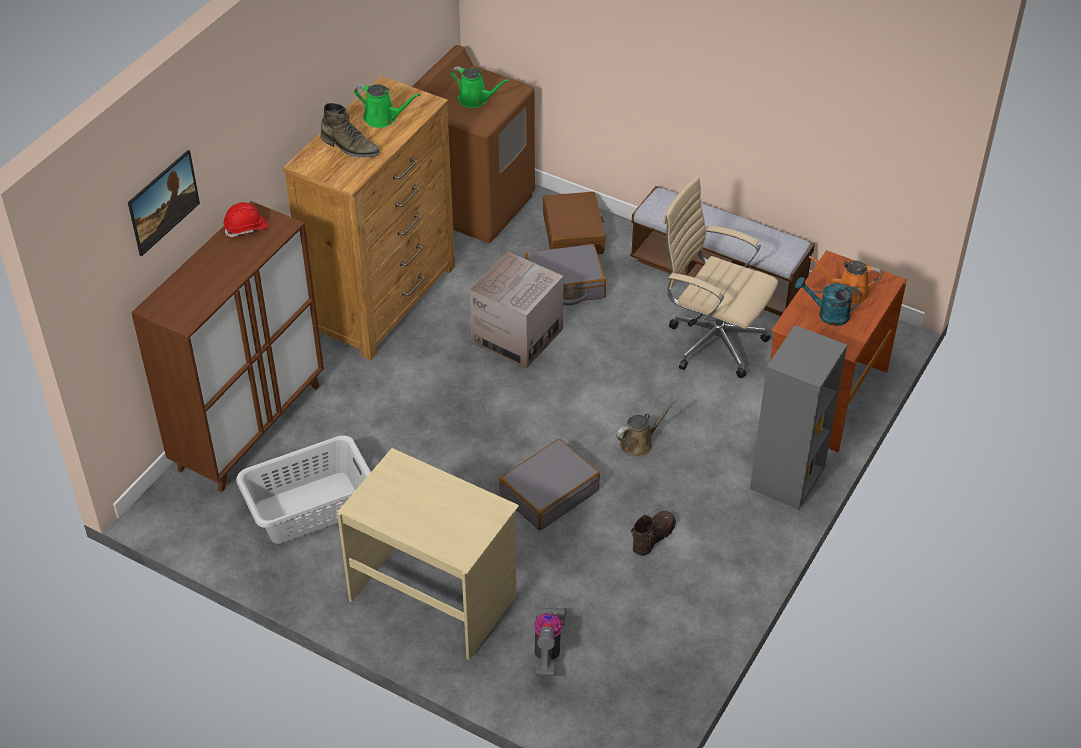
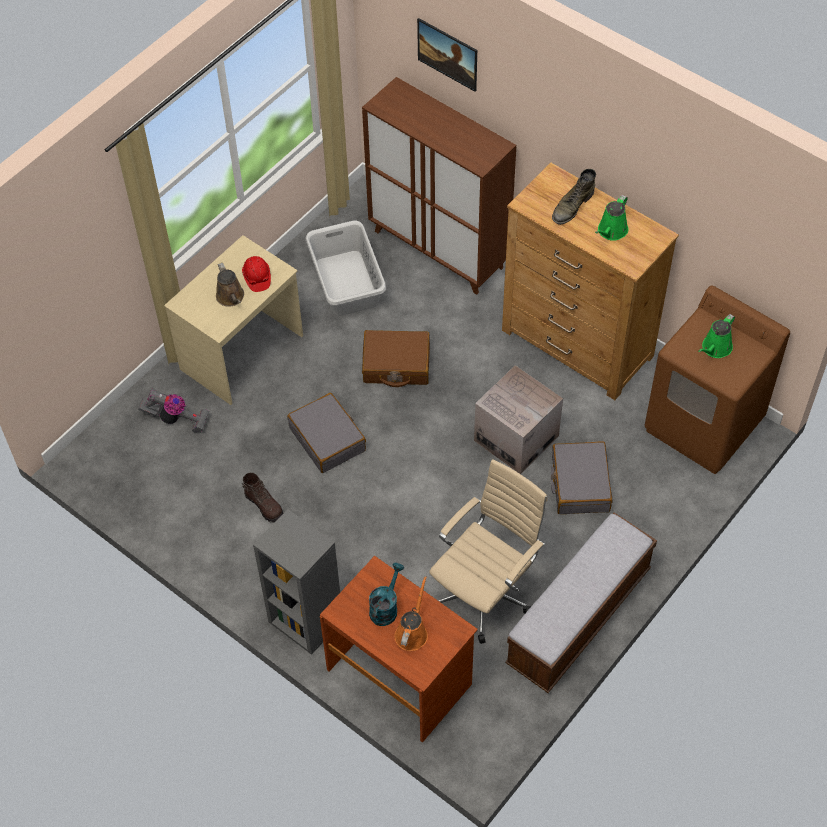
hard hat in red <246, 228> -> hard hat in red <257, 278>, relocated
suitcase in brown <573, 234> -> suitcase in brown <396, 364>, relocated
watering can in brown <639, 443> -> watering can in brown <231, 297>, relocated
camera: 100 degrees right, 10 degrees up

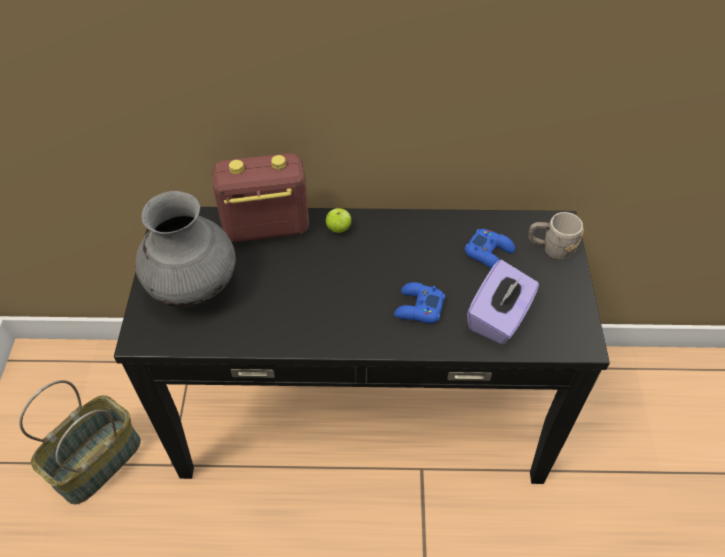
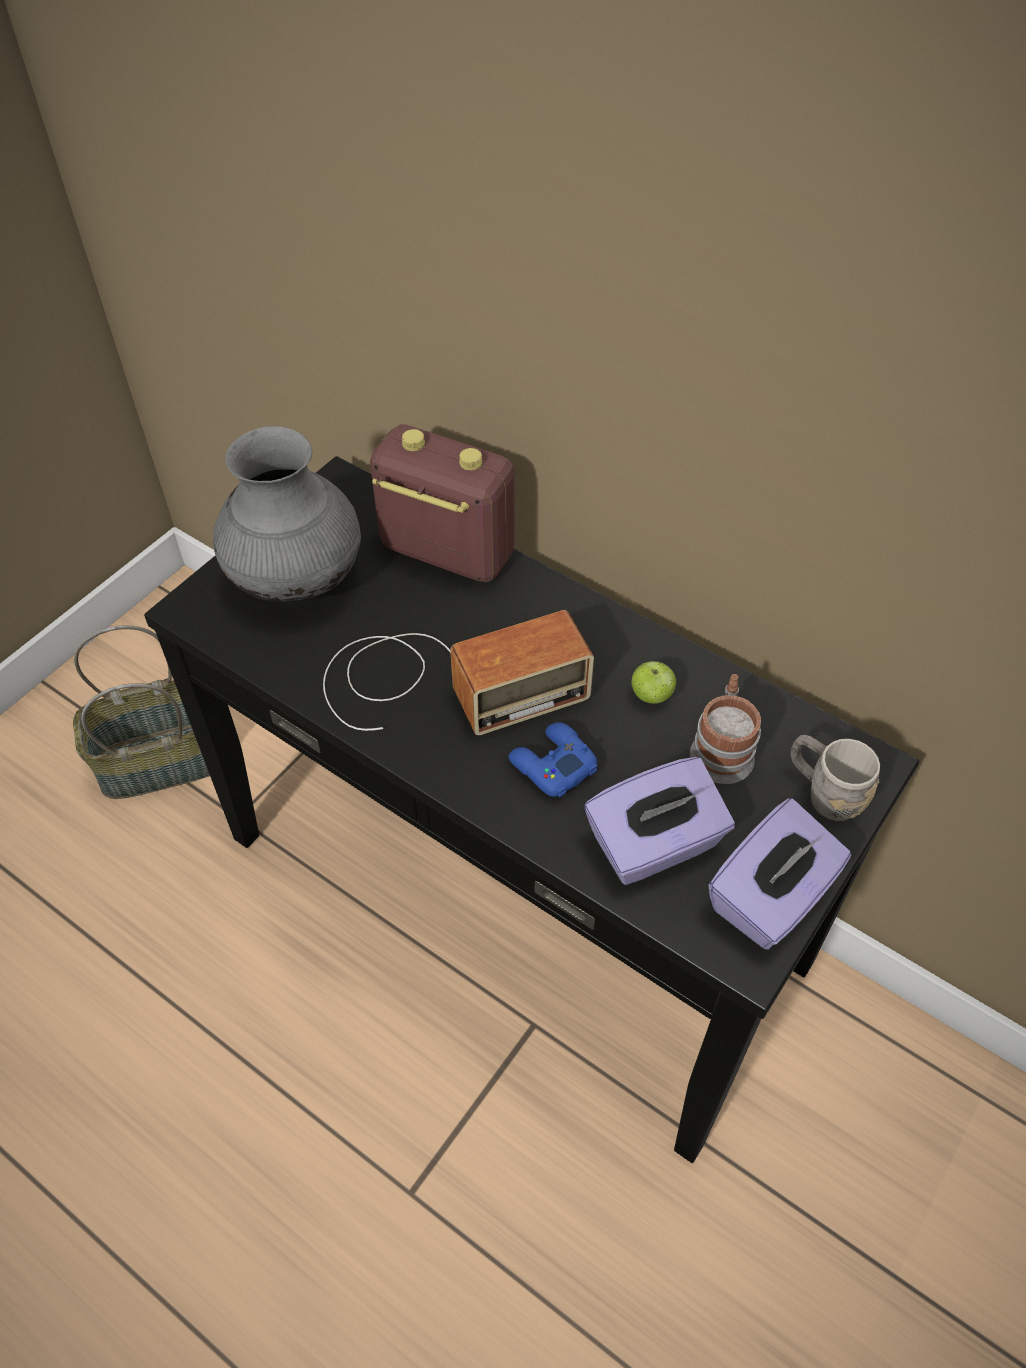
apple <338, 229> -> apple <651, 695>, relocated
game controller in blue <489, 253> -> mug <722, 748>
none -> radio <444, 682>
none -> tissue box in purple <771, 897>
camera: 35 degrees right, 0 degrees up

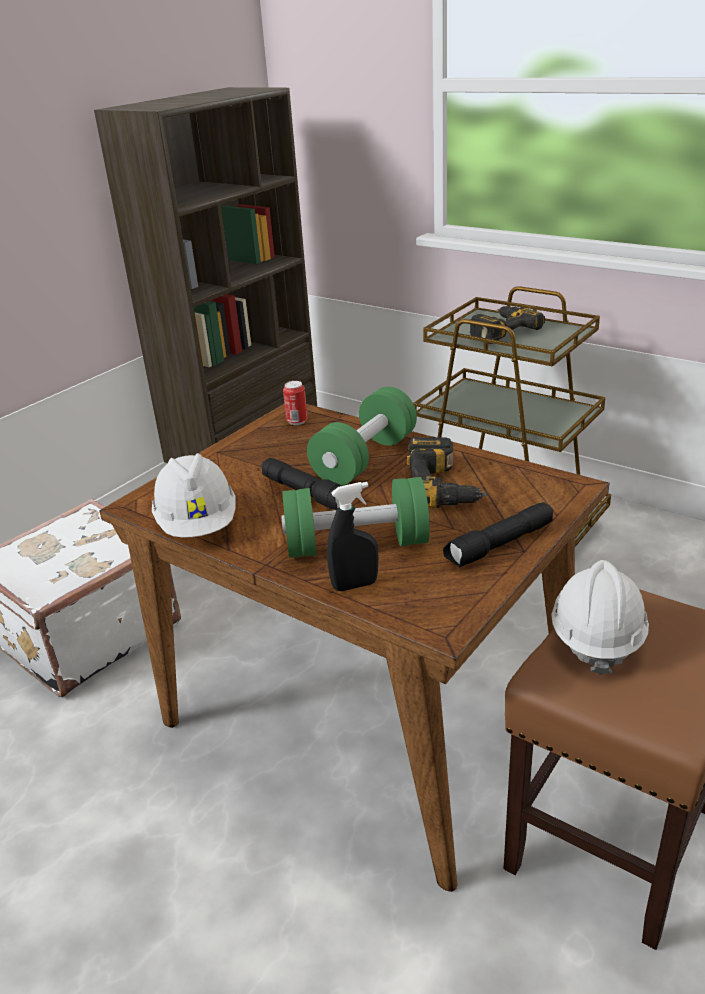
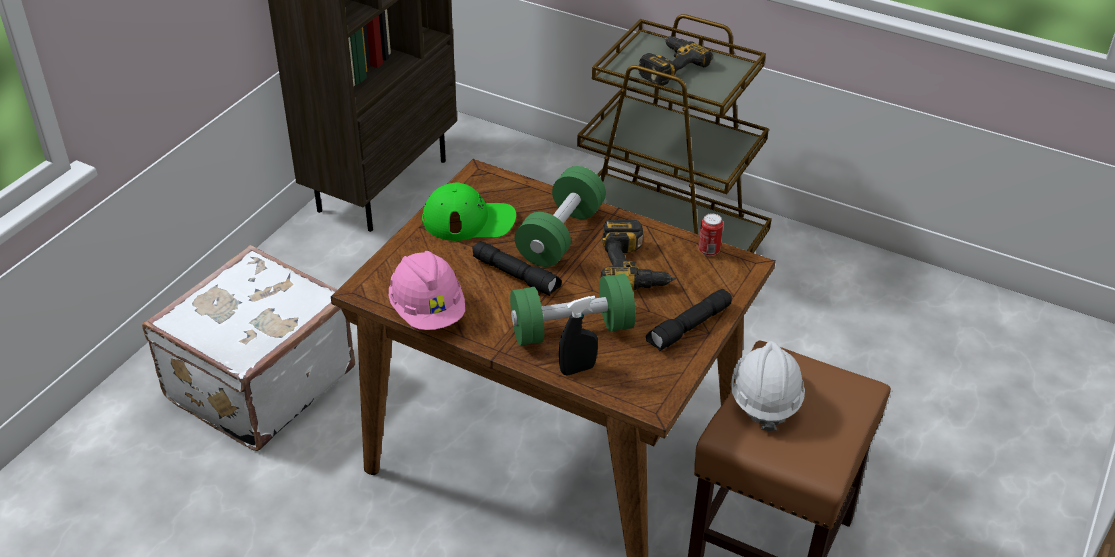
hard hat in white <198, 524> -> hard hat in pink <428, 311>
can <297, 421> -> can <708, 251>, relocated
none -> cap in green <469, 220>
camera: 10 degrees left, 10 degrees up

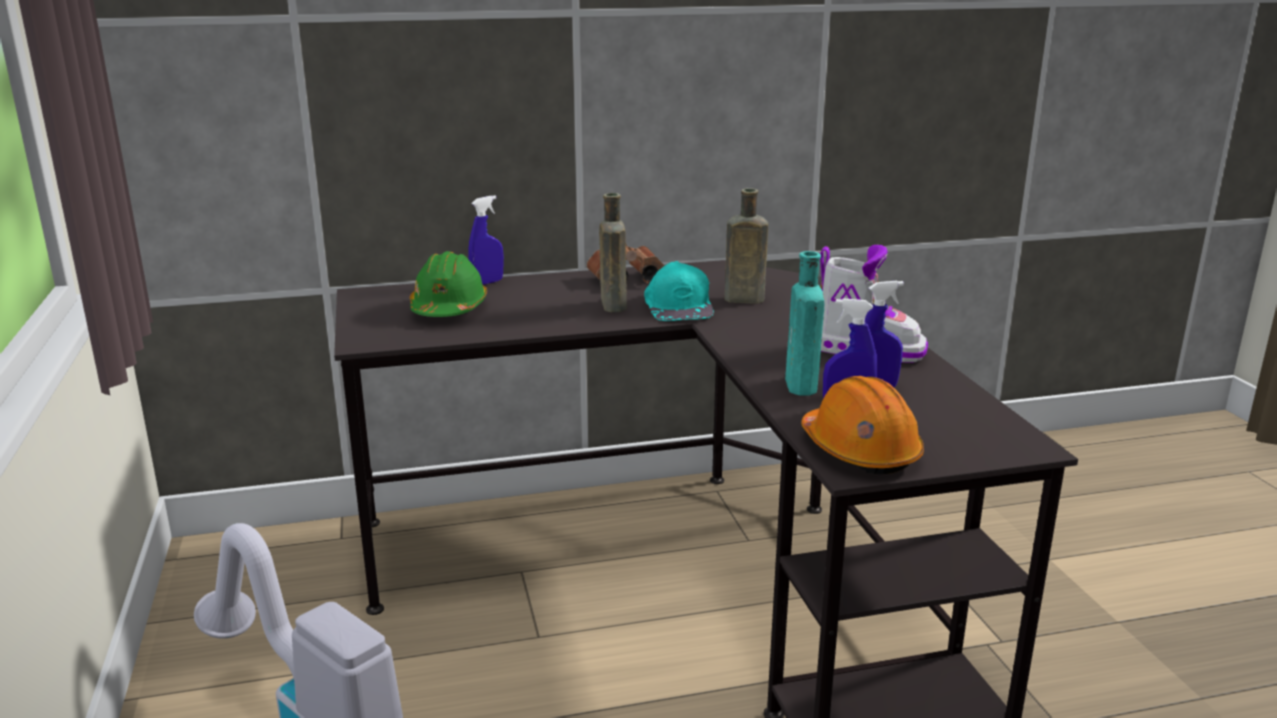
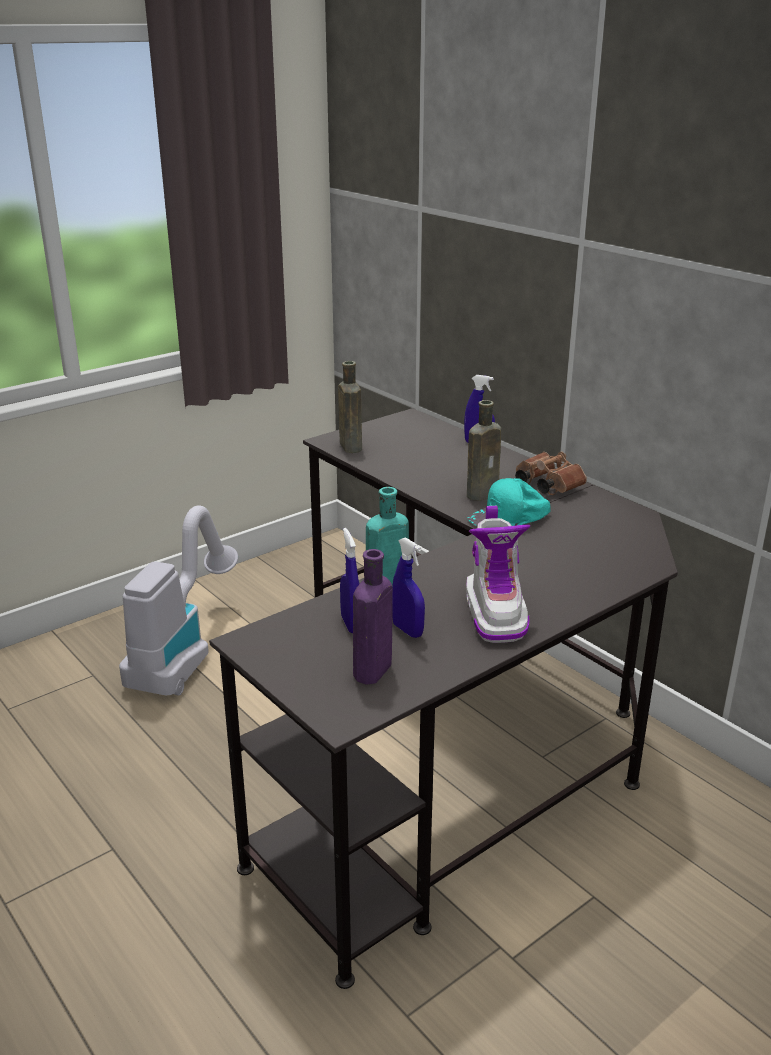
hard hat in green <448, 308> -> none
bottle in brown <741, 299> -> bottle in brown <350, 446>, relocated
hard hat in orange <860, 450> -> none
none -> bottle in purple <371, 672>
camera: 65 degrees right, 5 degrees up

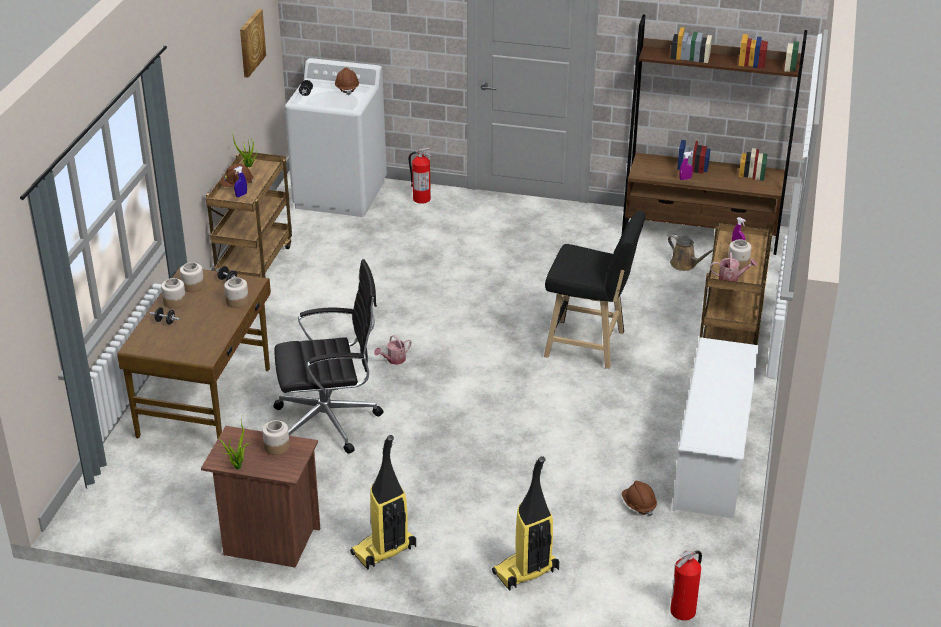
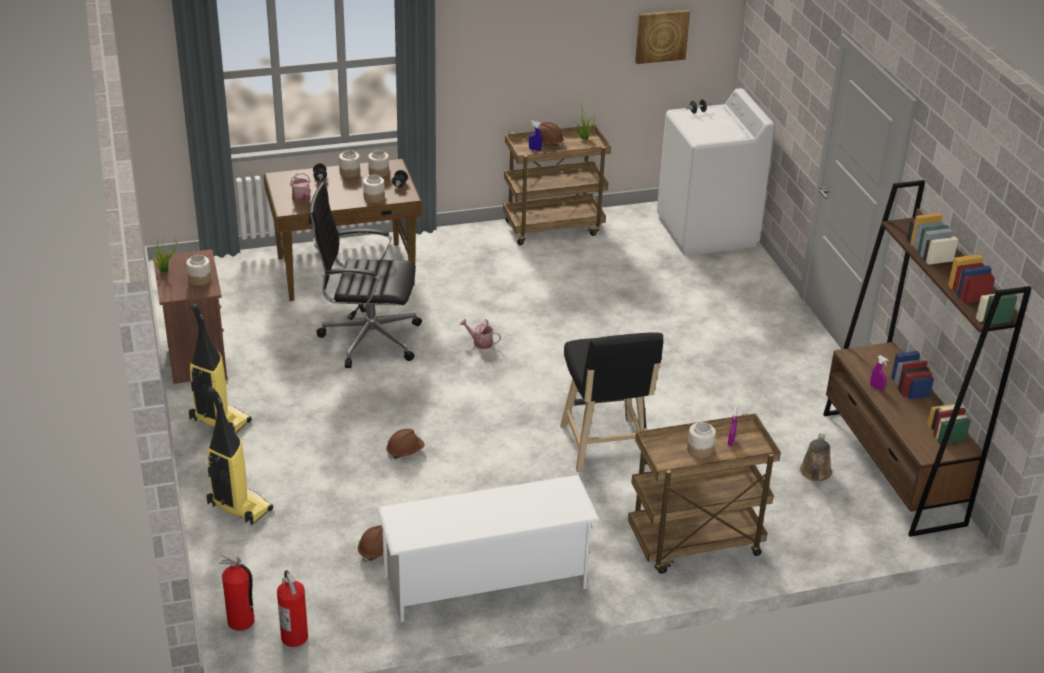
office chair in black <330, 421> -> office chair in black <367, 338>, 135 degrees clockwise
hard hat in brown <347, 89> -> hard hat in brown <405, 452>, relocated
fire extinguisher <421, 199> -> fire extinguisher <295, 637>, relocated
watering can <731, 278> -> watering can <302, 199>, relocated
camera: 60 degrees right, 0 degrees up

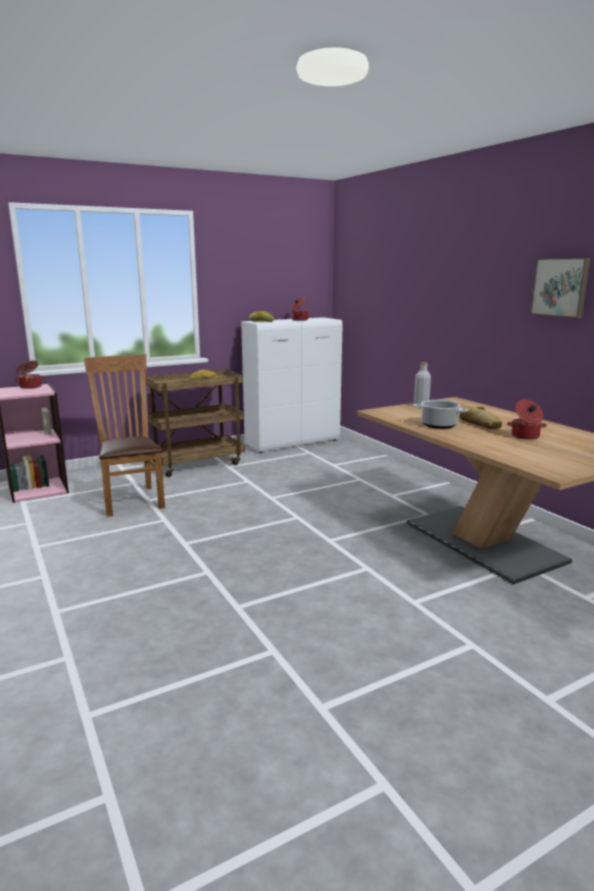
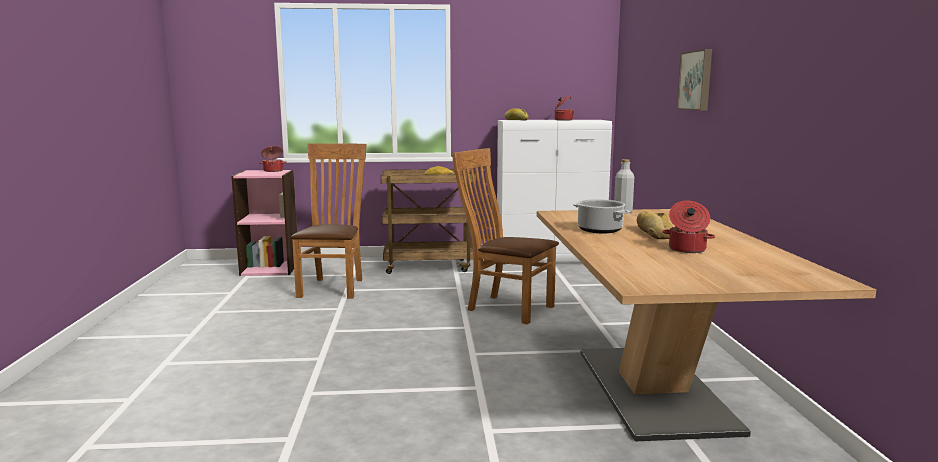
picture <560, 287> -> picture <697, 80>, relocated
none -> chair in brown <505, 308>
camera: 25 degrees right, 5 degrees down

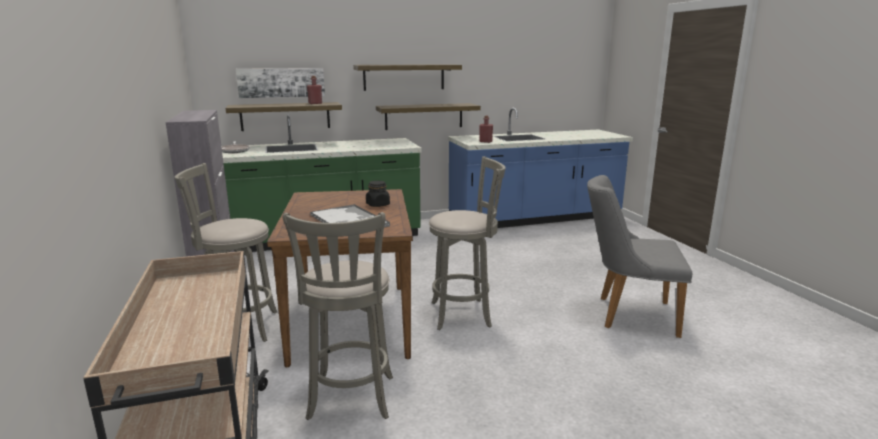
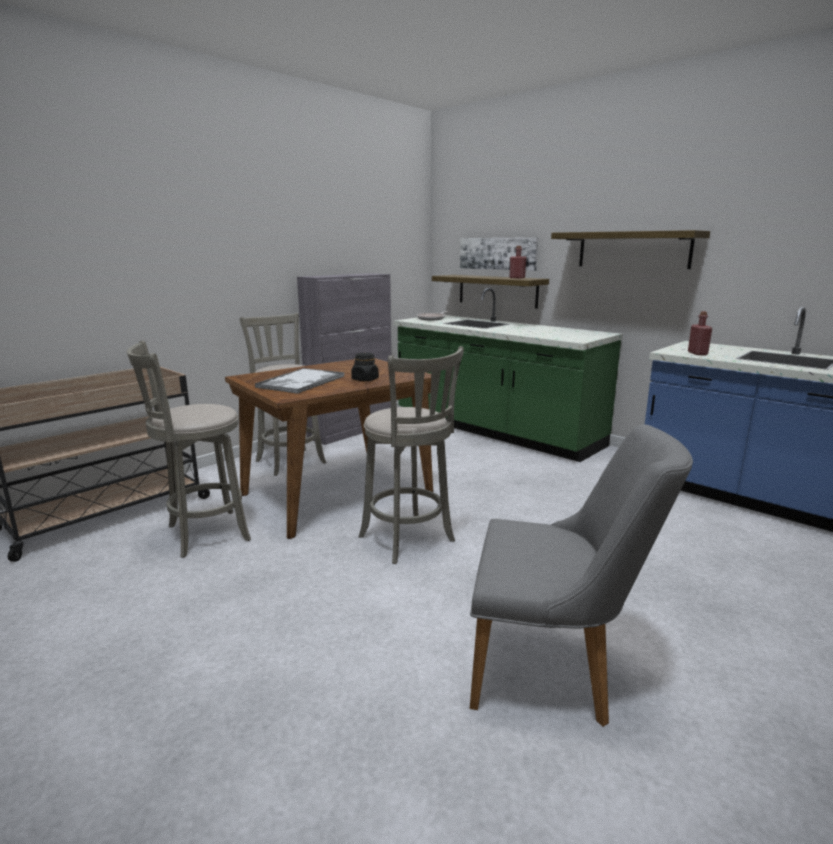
shelf <424, 116> -> none
chair in grey <628, 314> -> chair in grey <556, 671>, 120 degrees clockwise
camera: 60 degrees right, 0 degrees up

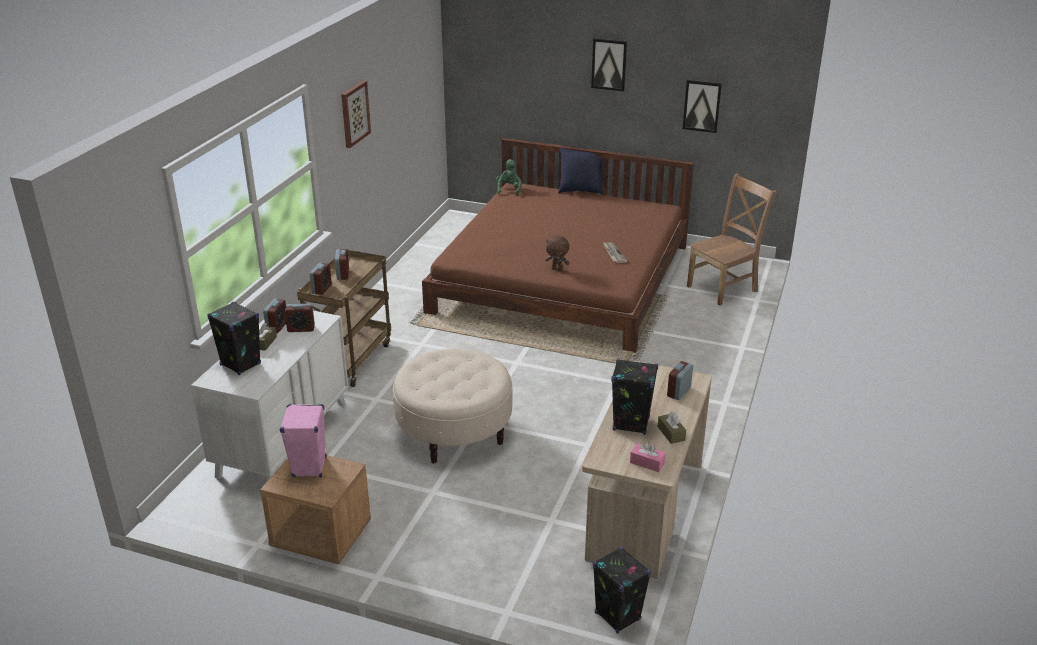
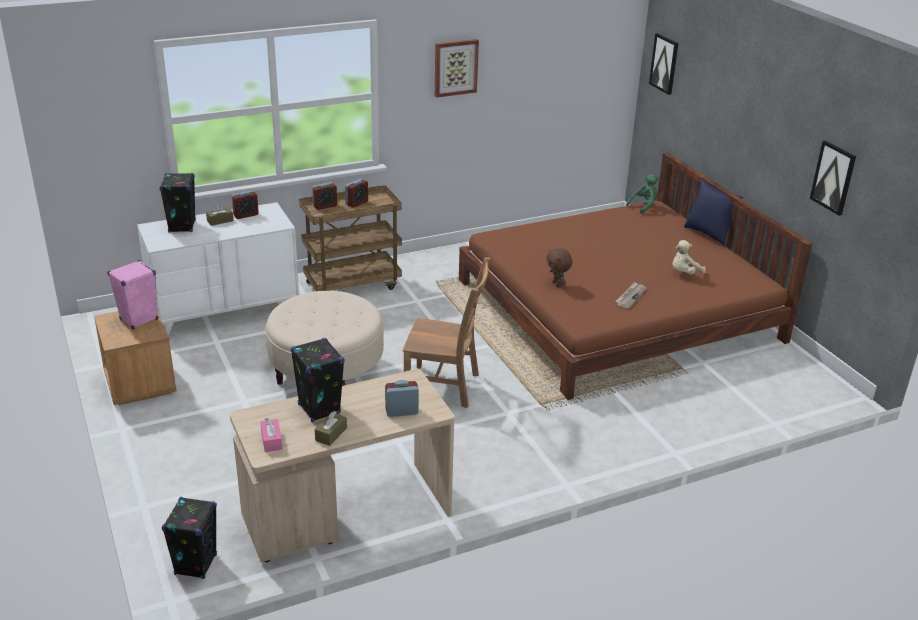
alarm clock <301, 329> -> none
picture <609, 64> -> picture <664, 63>, relocated
chair in brown <724, 288> -> chair in brown <445, 387>, relocated
none -> plush toy in beige <684, 273>
camera: 45 degrees right, 0 degrees up

